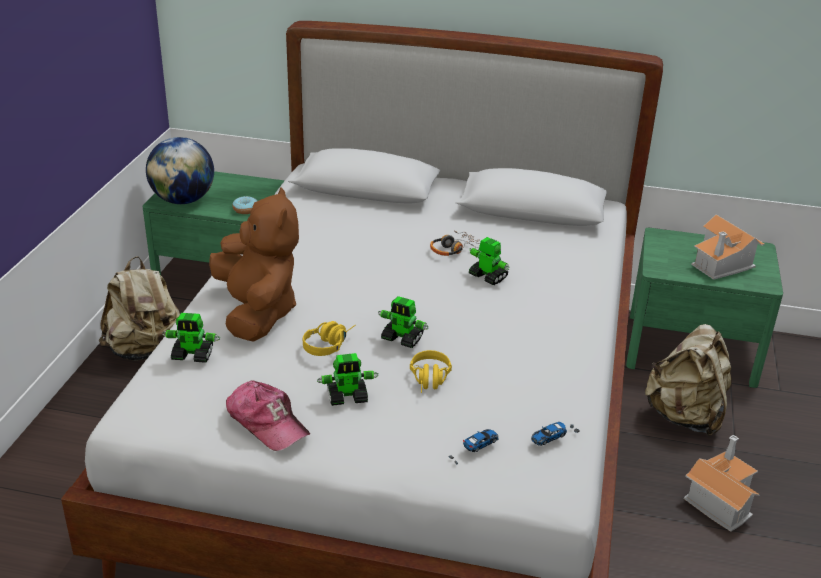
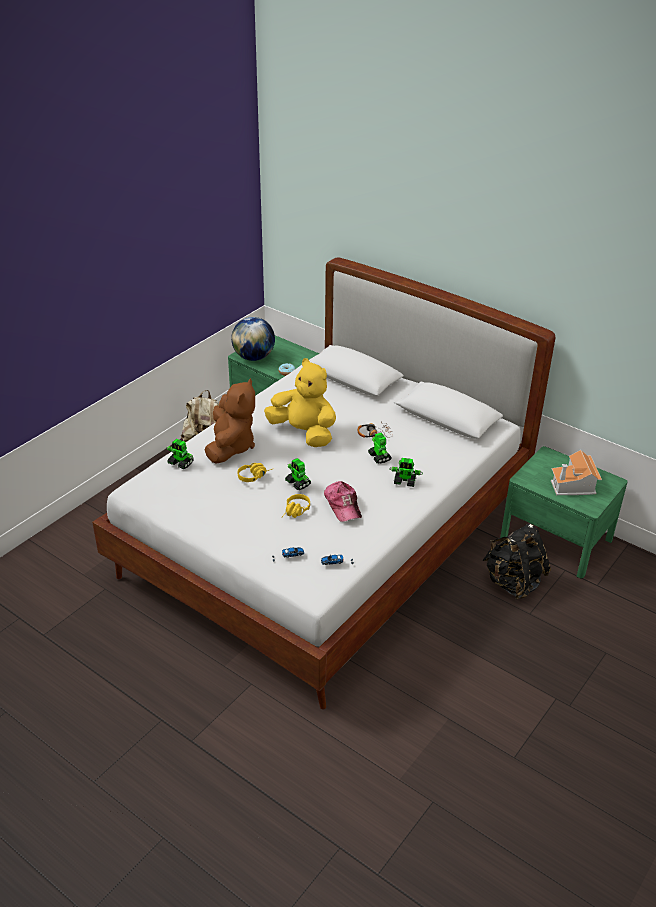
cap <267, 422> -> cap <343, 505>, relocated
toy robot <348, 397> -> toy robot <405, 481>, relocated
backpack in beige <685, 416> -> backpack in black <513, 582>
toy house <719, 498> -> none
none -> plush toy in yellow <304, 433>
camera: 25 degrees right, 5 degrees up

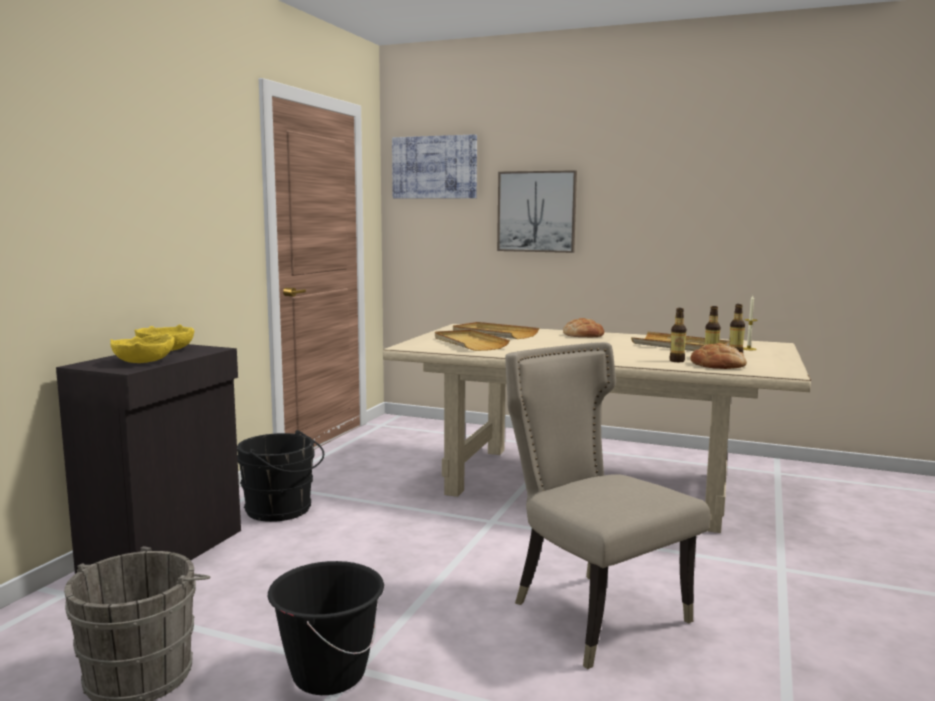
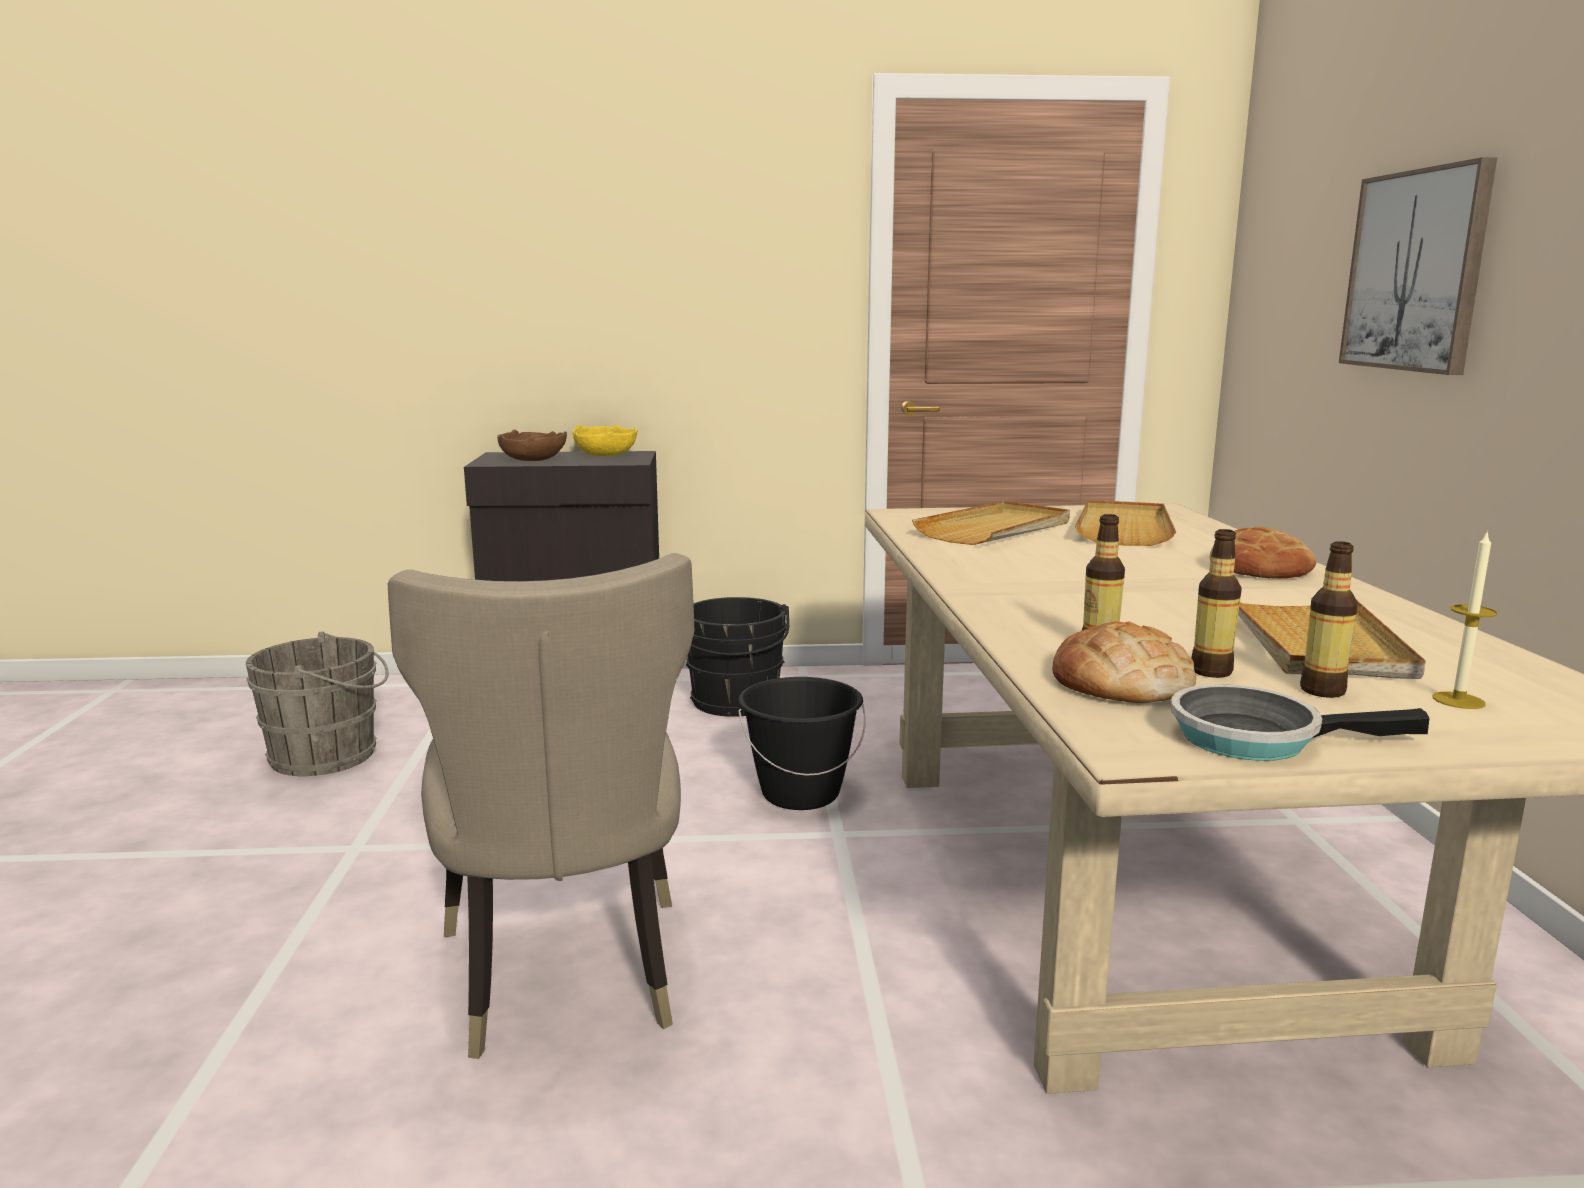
bowl in yellow <143, 361> -> bowl in brown <533, 460>
bucket in black <328, 674> -> bucket in black <800, 793>, relocated
picture <434, 167> -> none
chair in beige <592, 612> -> chair in beige <565, 980>, 135 degrees clockwise
none -> frying pan <1256, 737>
camera: 65 degrees right, 5 degrees up

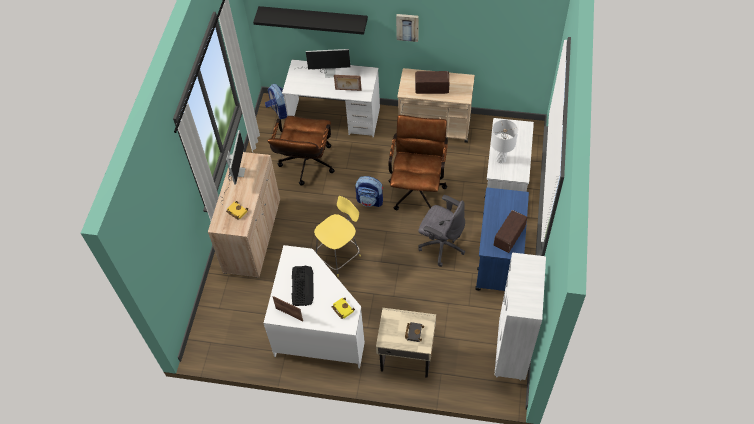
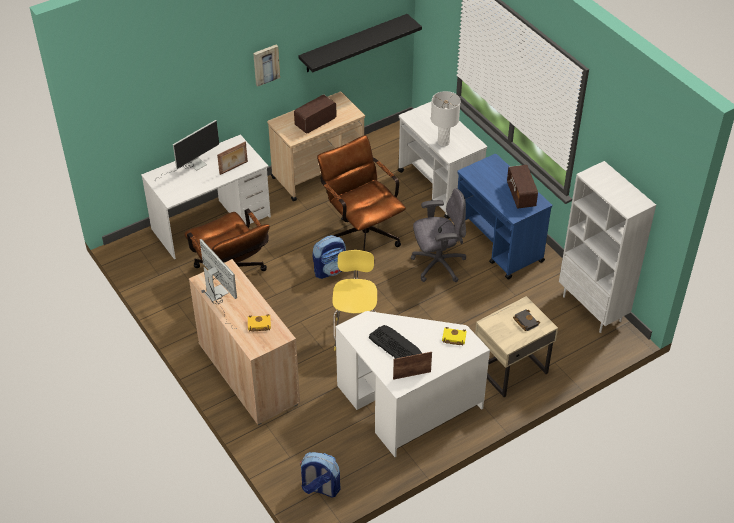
shelf in black <313, 18> -> shelf in black <353, 43>, relocated
backpack <279, 111> -> backpack <320, 488>, relocated
camera: 45 degrees left, 10 degrees down

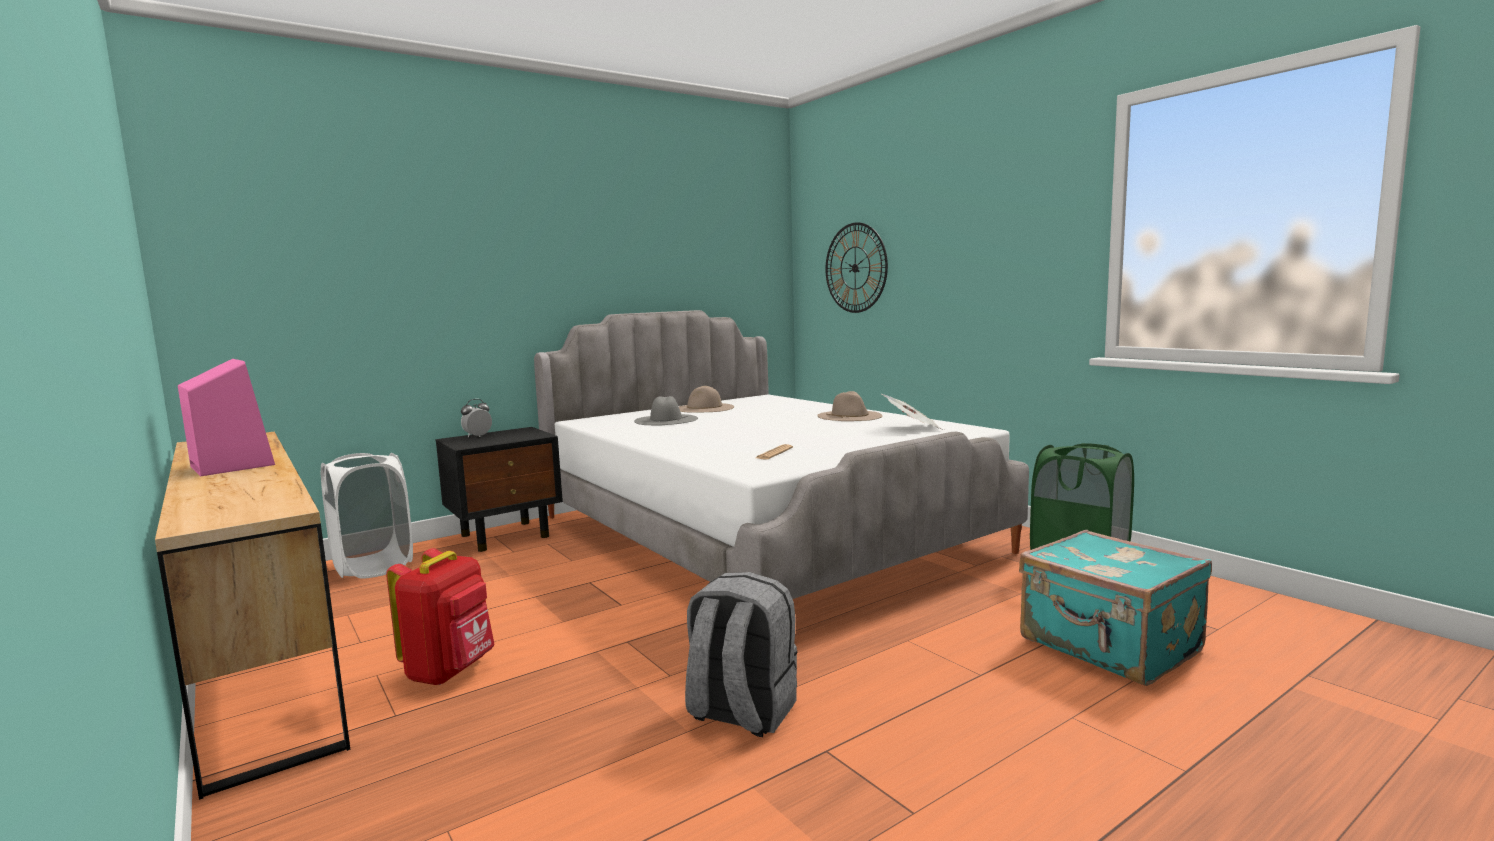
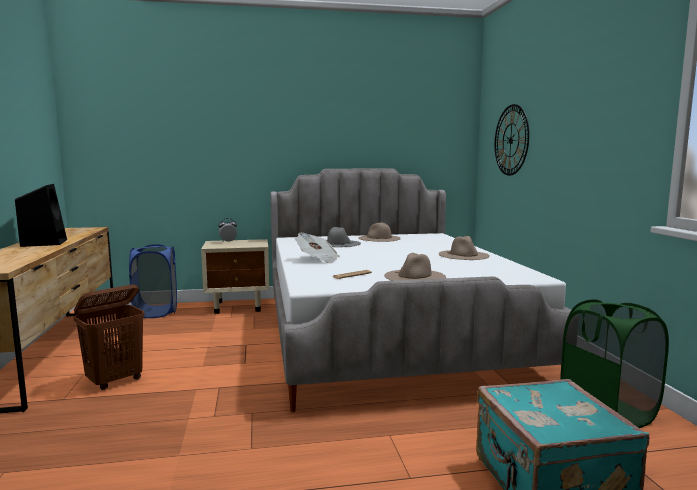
speaker in pink <231, 465> -> speaker in black <44, 243>
laundry basket in white <373, 566> -> laundry basket in blue <156, 312>
backpack in red <450, 671> -> laundry basket in brown <115, 381>
nightstand in black <506, 535> -> nightstand in beige <239, 306>
backpack in grey <741, 712> -> none
newspaper <912, 428> -> newspaper <317, 260>, relocated
none -> hat in beige <415, 276>
camera: 25 degrees right, 0 degrees up

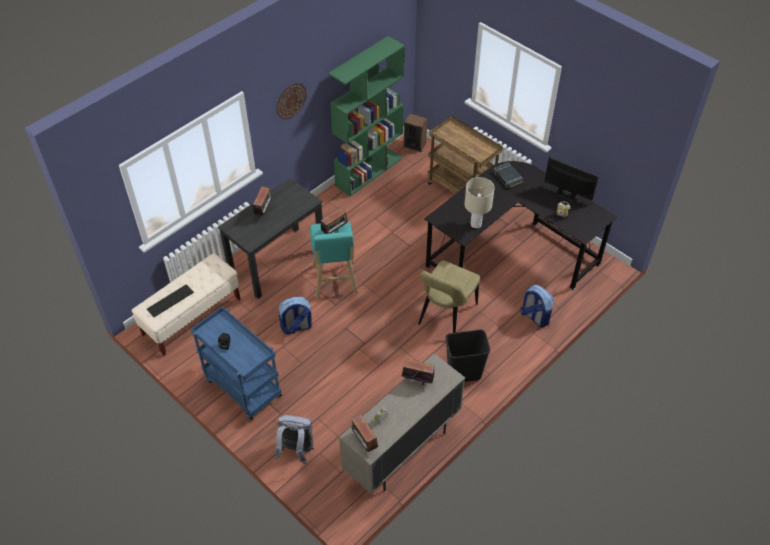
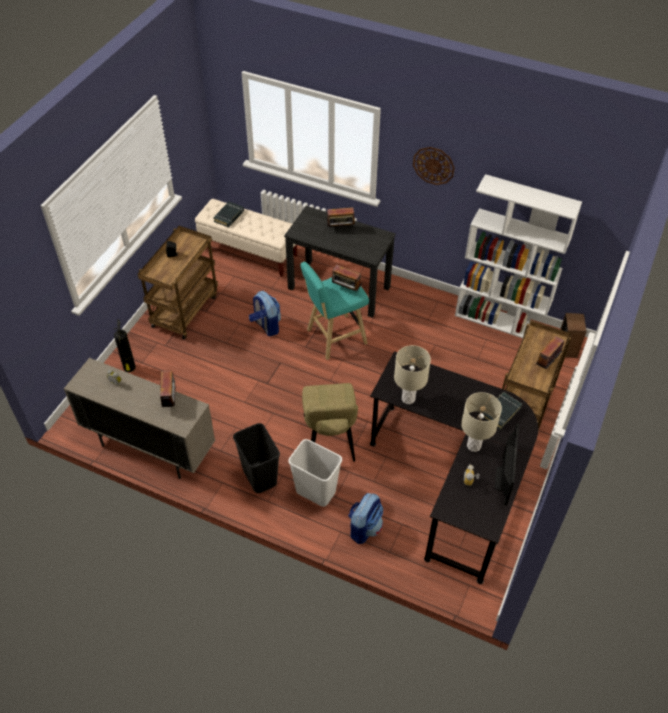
keyboard <170, 300> -> book in black <229, 216>
cart in blue <241, 387> -> cart in brown <185, 310>
backpack in grey <296, 450> -> fire extinguisher <129, 368>
bookcase in green <369, 171> -> bookcase in white <500, 321>
radio <364, 442> -> radio <546, 363>, relocated
chair in beige <446, 316> -> chair in beige <329, 442>, 105 degrees counterclockwise
none -> trash can in white <315, 492>
none -> table lamp in beige <473, 446>
camera: 70 degrees right, 0 degrees up

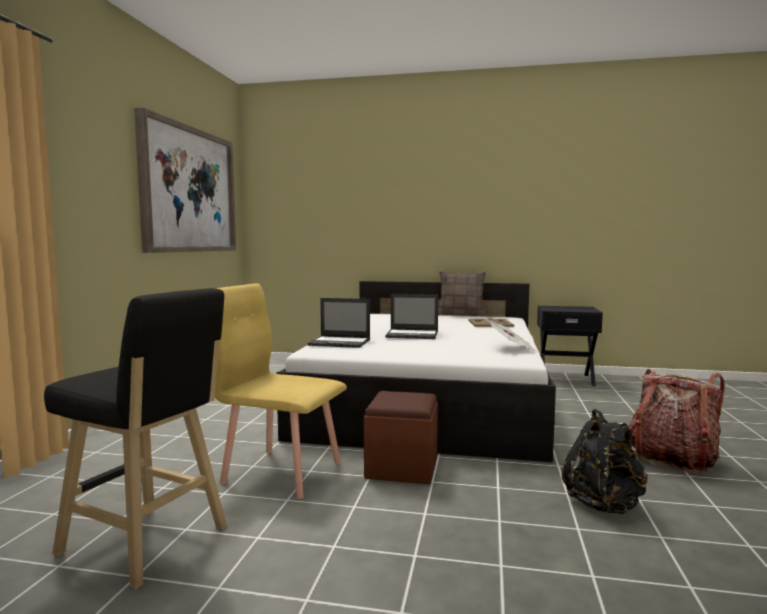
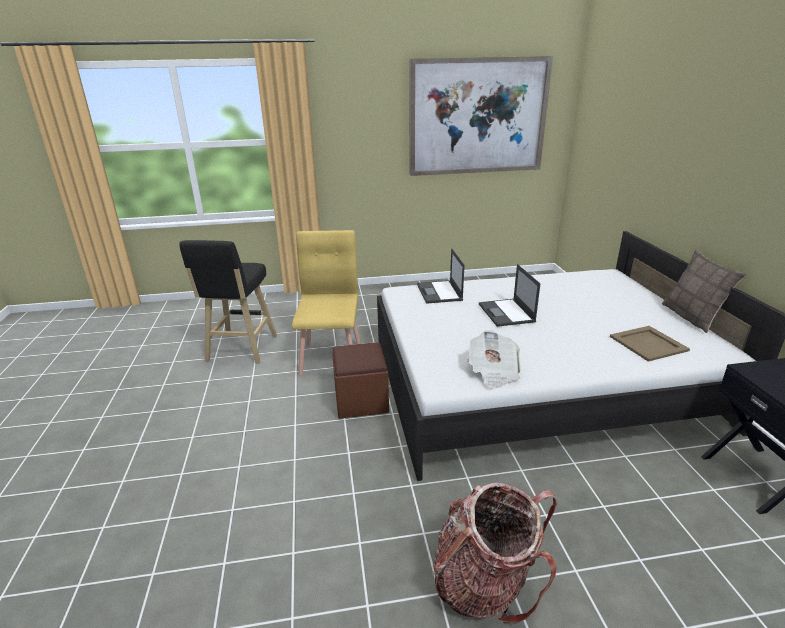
backpack in black <604, 504> -> none
camera: 70 degrees right, 20 degrees up

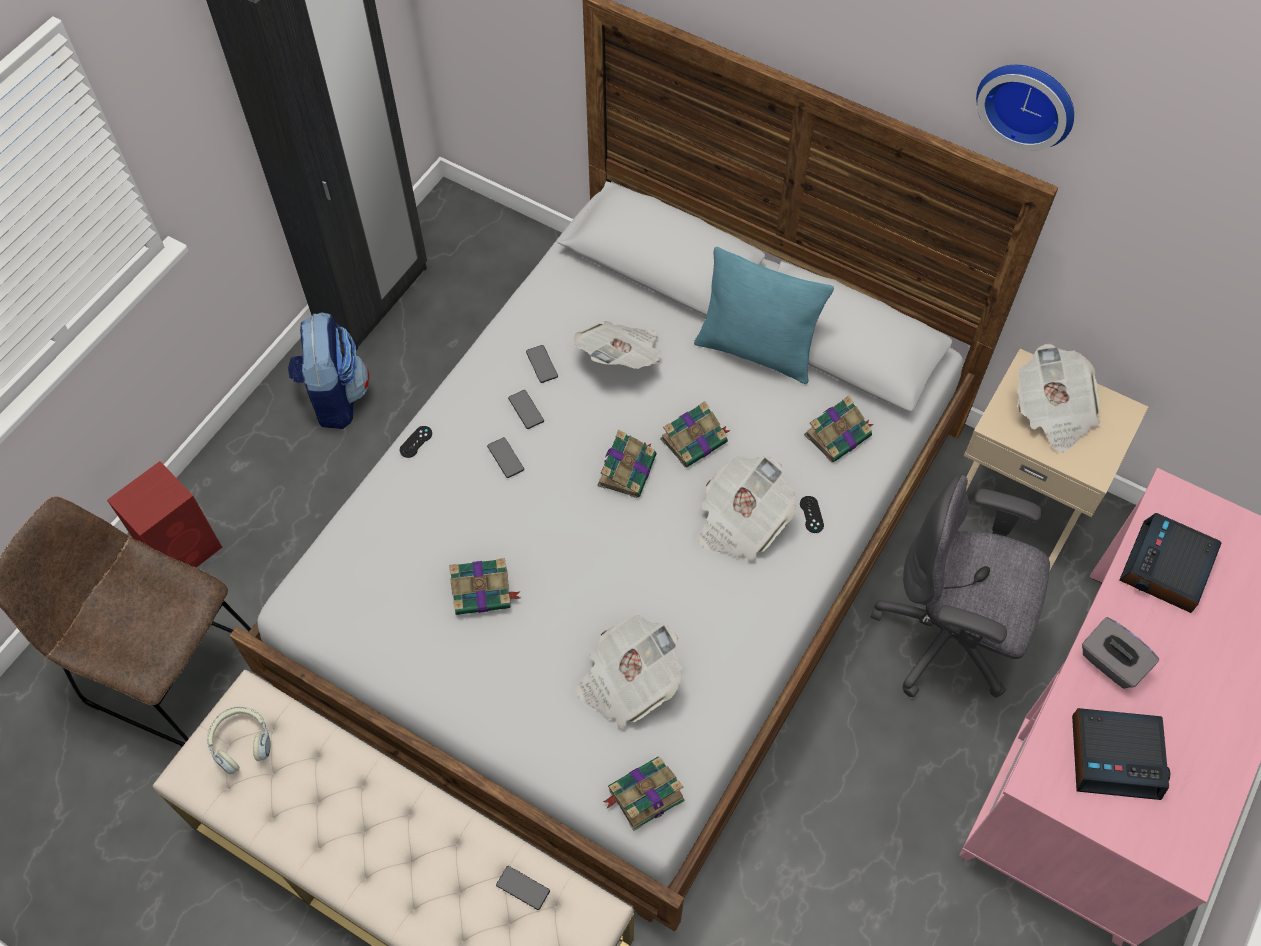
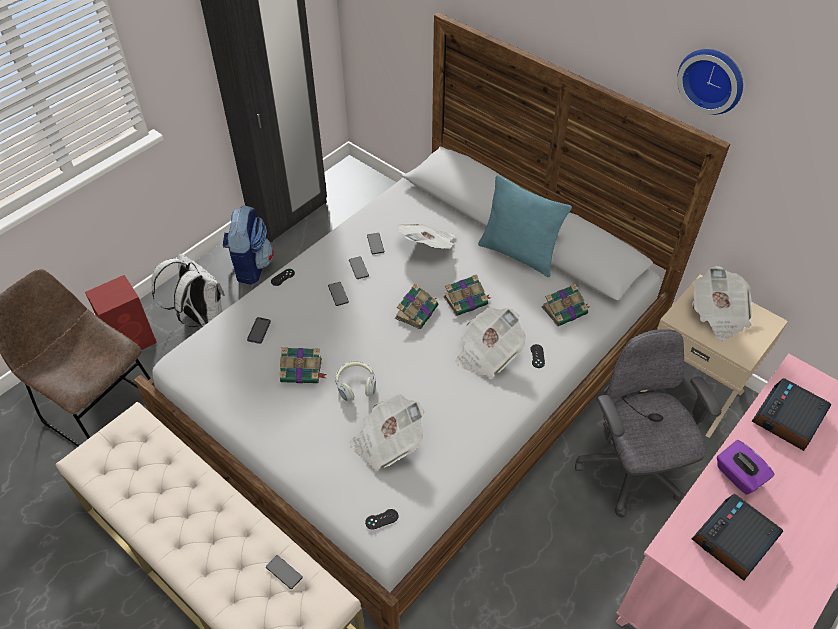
headphones <241, 742> -> headphones <355, 384>, relocated
book <644, 795> -> game controller in black <381, 519>
office chair in grey <948, 638> -> office chair in grey <629, 471>, 45 degrees clockwise
alarm clock <1116, 756> -> alarm clock <734, 541>, 120 degrees clockwise
tissue box in grey <1111, 663> -> tissue box in purple <738, 476>
none -> backpack in white <200, 317>
none -> phone <259, 331>
camera: 10 degrees right, 10 degrees down

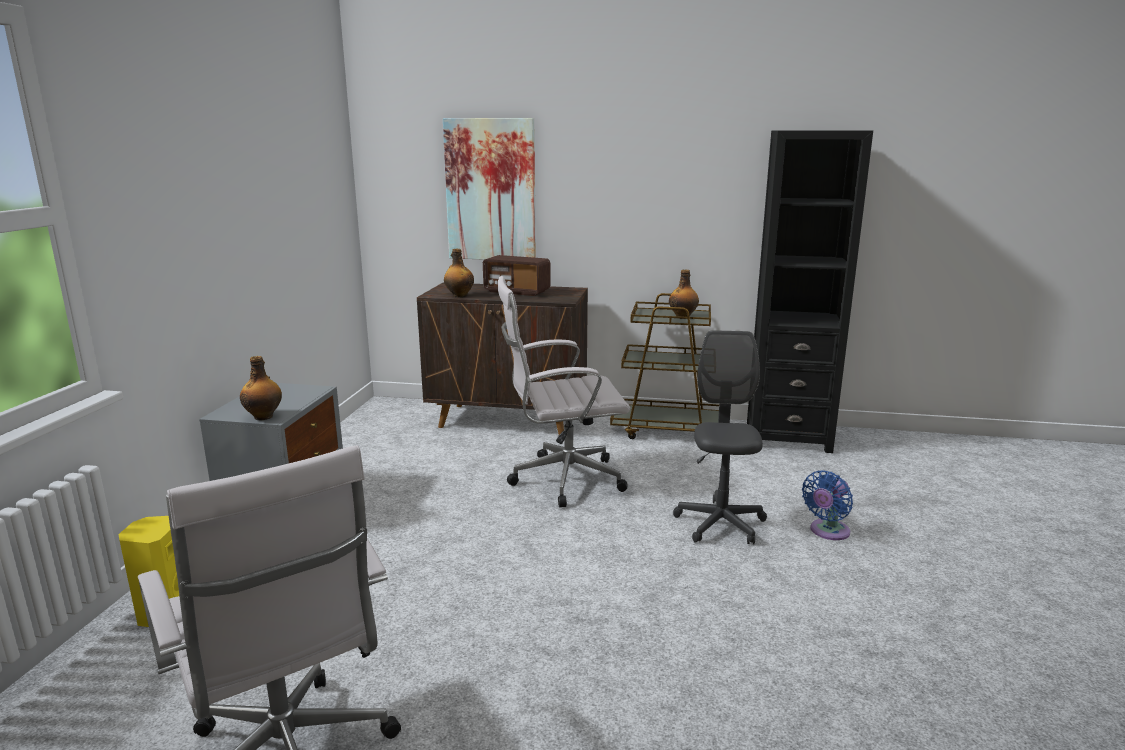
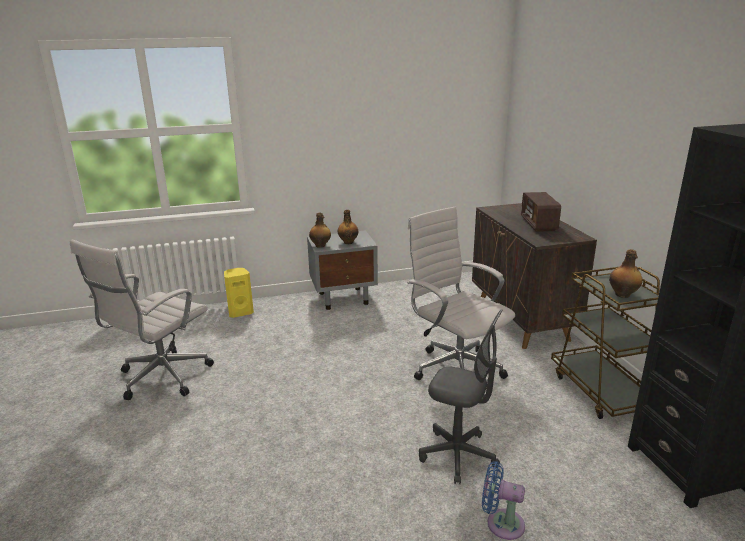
picture <490, 190> -> none
bottle <459, 296> -> bottle <348, 242>, relocated
office chair in grey <720, 524> -> office chair in grey <458, 455>, 45 degrees clockwise
camera: 65 degrees right, 5 degrees up

